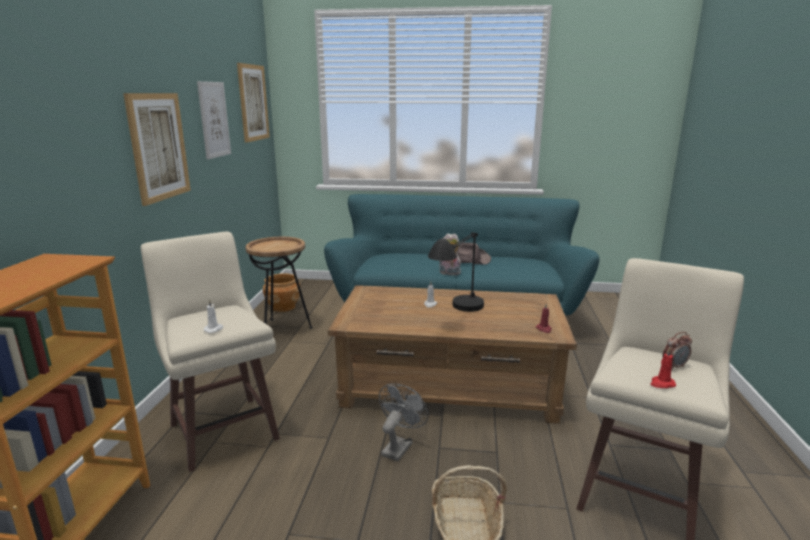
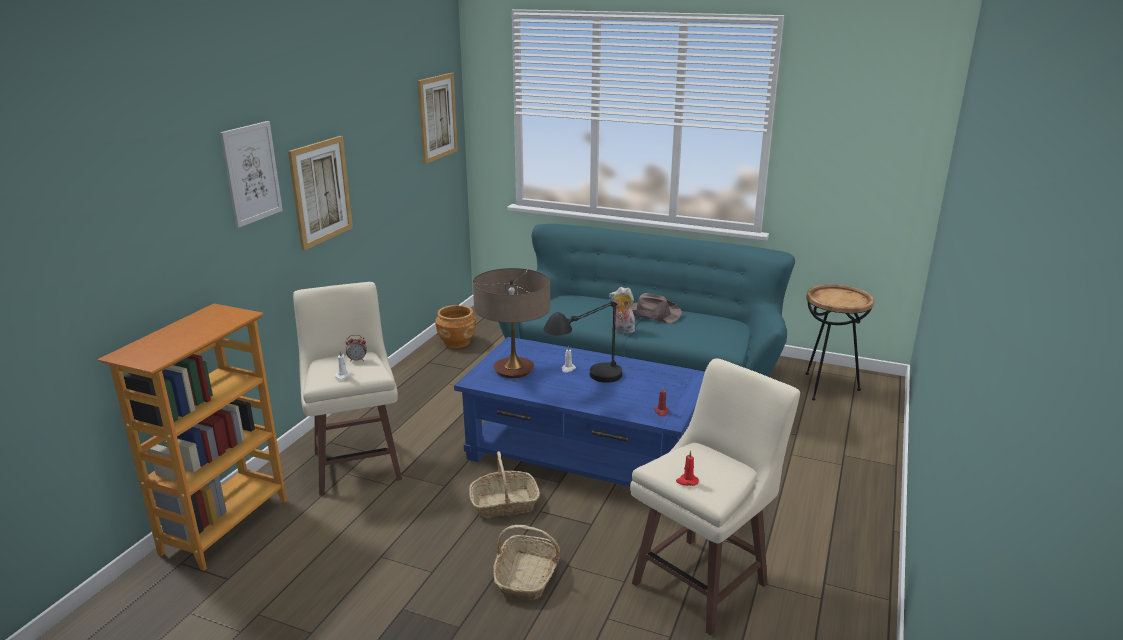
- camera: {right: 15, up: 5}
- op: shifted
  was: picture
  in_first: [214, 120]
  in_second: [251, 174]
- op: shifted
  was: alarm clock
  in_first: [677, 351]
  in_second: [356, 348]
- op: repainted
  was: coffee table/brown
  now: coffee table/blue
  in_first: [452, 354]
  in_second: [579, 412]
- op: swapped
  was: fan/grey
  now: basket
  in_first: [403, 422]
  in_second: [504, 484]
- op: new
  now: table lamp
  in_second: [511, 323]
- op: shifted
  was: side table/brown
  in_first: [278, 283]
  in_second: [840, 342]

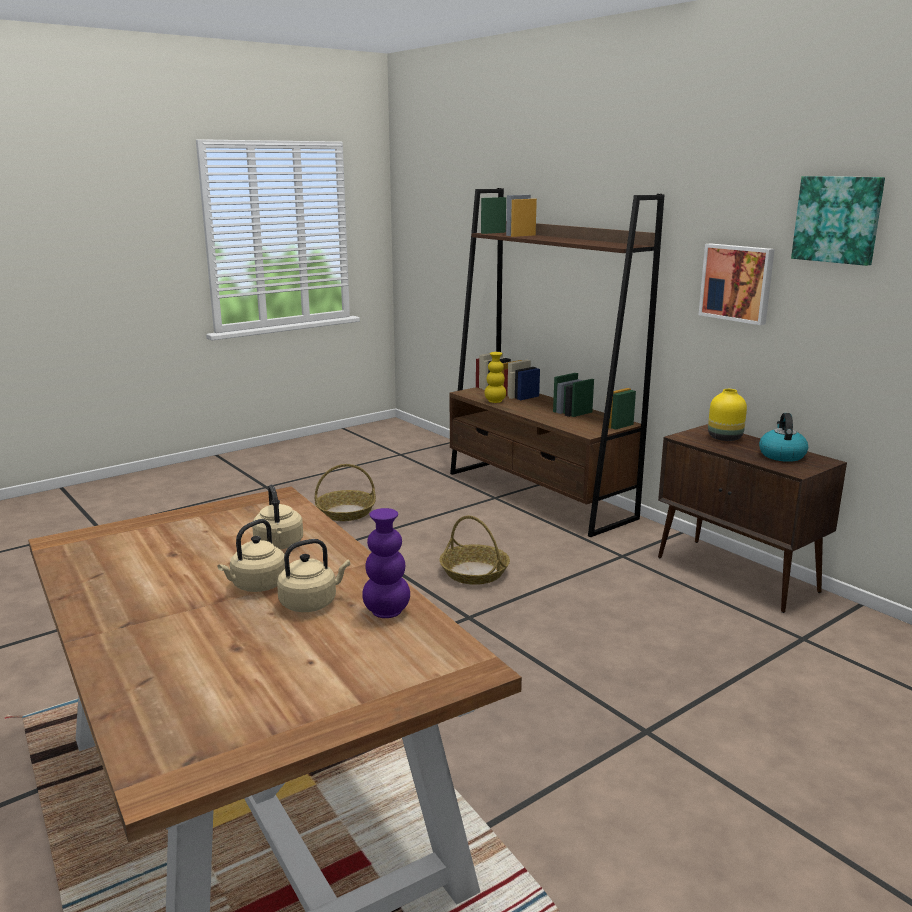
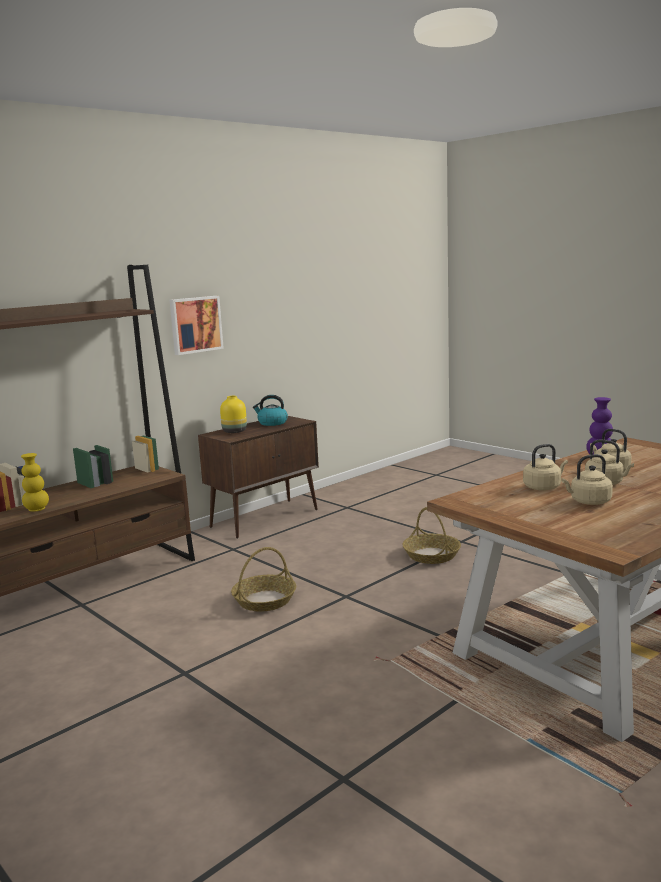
- camera: {right: -95, up: -5}
- op: shifted
  was: basket
  in_first: [345, 492]
  in_second: [431, 535]
- op: new
  now: kettle/beige
  in_second: [587, 479]
- op: gone
  was: picture
  in_first: [838, 221]

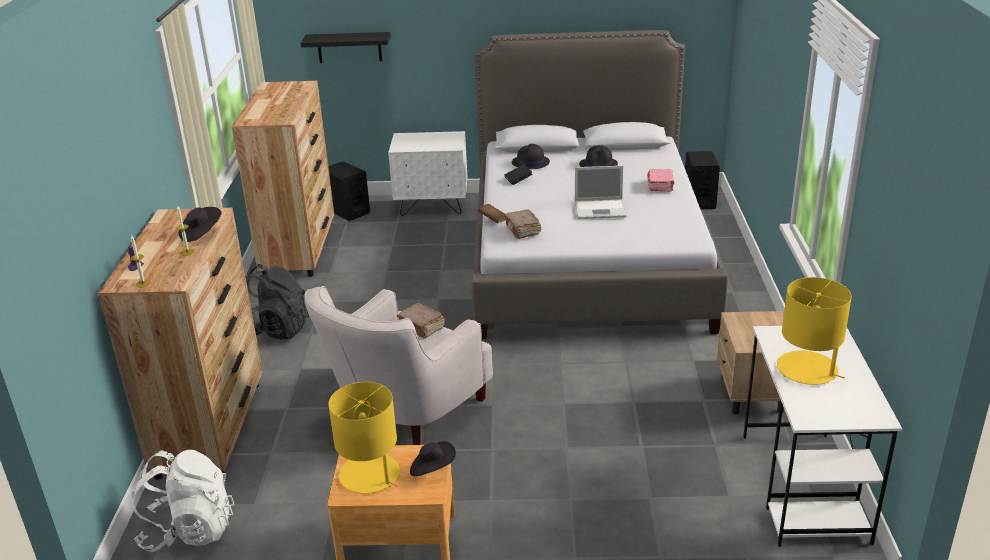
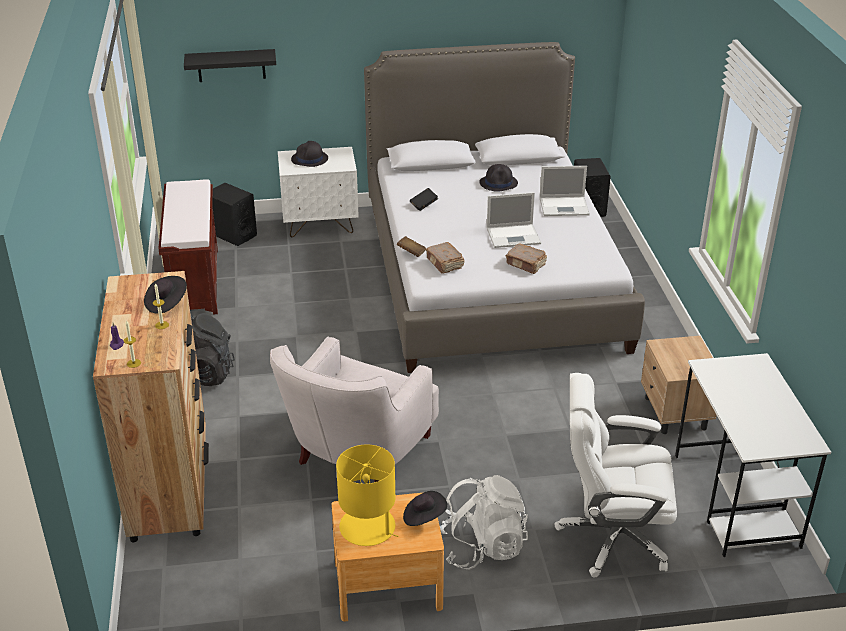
- camera: {right: -10, up: 5}
- op: swapped
  was: dresser/brown
  now: bench/brown
  in_first: [283, 178]
  in_second: [188, 246]
- op: shifted
  was: hat/black
  in_first: [531, 156]
  in_second: [309, 154]
- op: shifted
  was: backpack/white
  in_first: [183, 501]
  in_second: [484, 522]
- op: shifted
  was: book/brown
  in_first: [421, 320]
  in_second: [526, 258]
- op: swapped
  was: book/pink
  now: laptop
  in_first: [661, 180]
  in_second: [565, 191]
- op: new
  now: office chair/white
  in_second: [616, 475]
- op: gone
  was: table lamp/yellow
  in_first: [814, 331]

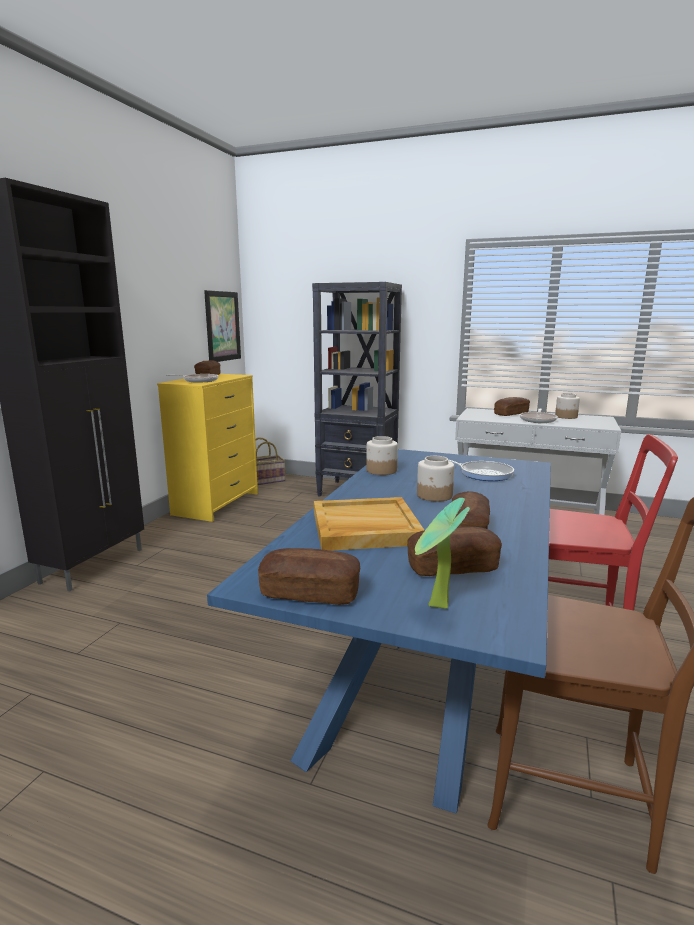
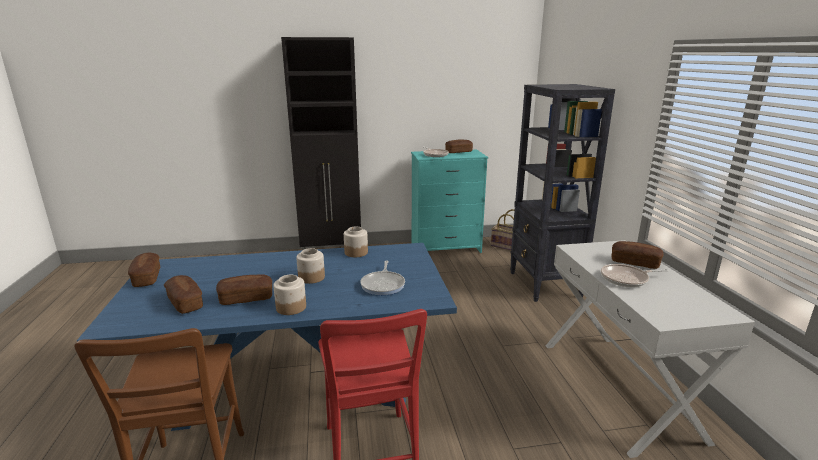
- camera: {right: 60, up: 5}
- op: shifted
  was: jar
  in_first: [567, 406]
  in_second: [289, 295]
- op: repainted
  was: dresser/yellow
  now: dresser/turquoise
  in_first: [207, 448]
  in_second: [449, 201]
- op: gone
  was: picture
  in_first: [222, 326]
- op: gone
  was: tray/beige
  in_first: [369, 524]
- op: gone
  was: potted plant
  in_first: [442, 553]

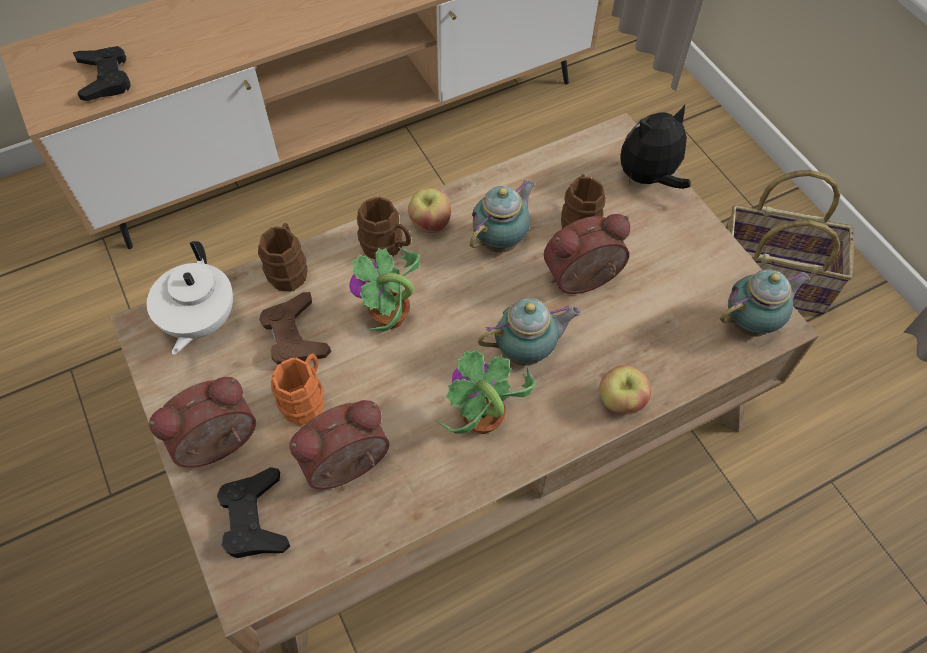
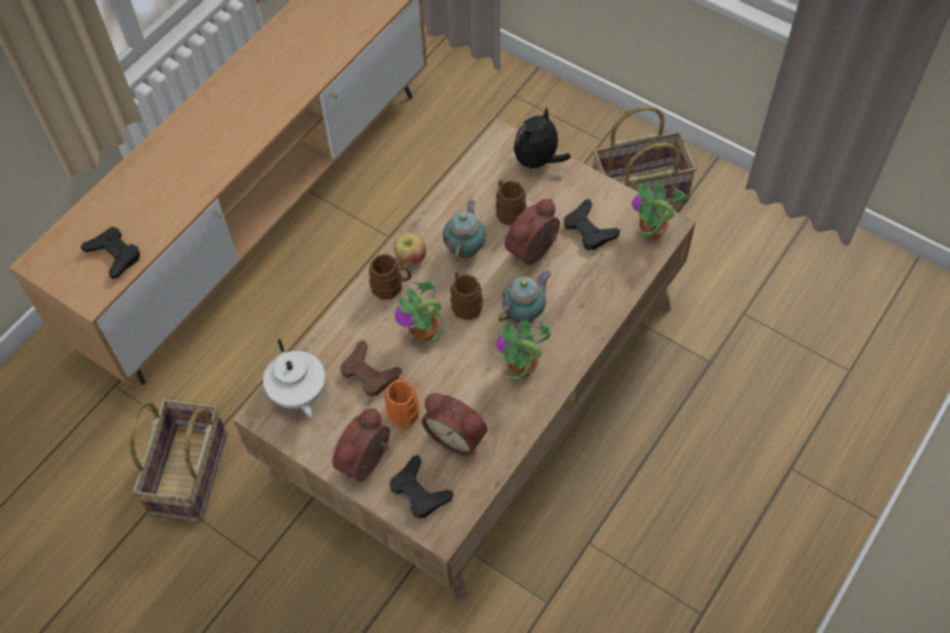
- camera: {right: -25, up: 0}
- op: new
  now: basket
  in_second: [178, 460]
- op: rotated
  was: alarm clock
  in_first: [340, 445]
  in_second: [454, 424]
  clockwise: -90
- op: shifted
  was: mug/brown
  in_first: [283, 257]
  in_second: [466, 296]
- op: new
  now: game controller/black
  in_second: [592, 224]
- op: swapped
  was: teapot
  now: potted plant
  in_first: [765, 303]
  in_second: [658, 211]
- op: gone
  was: apple
  in_first: [625, 389]

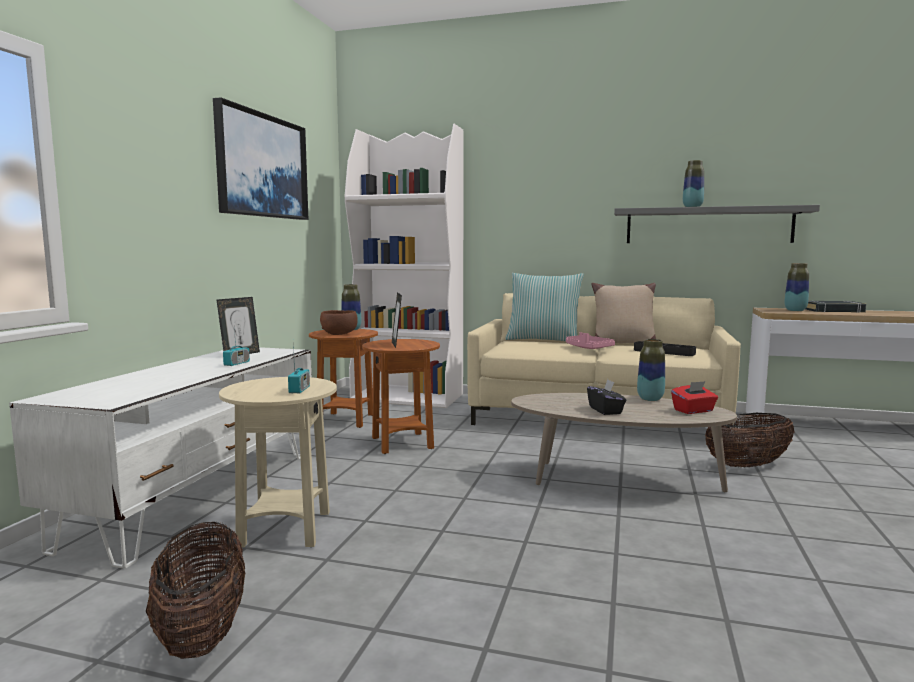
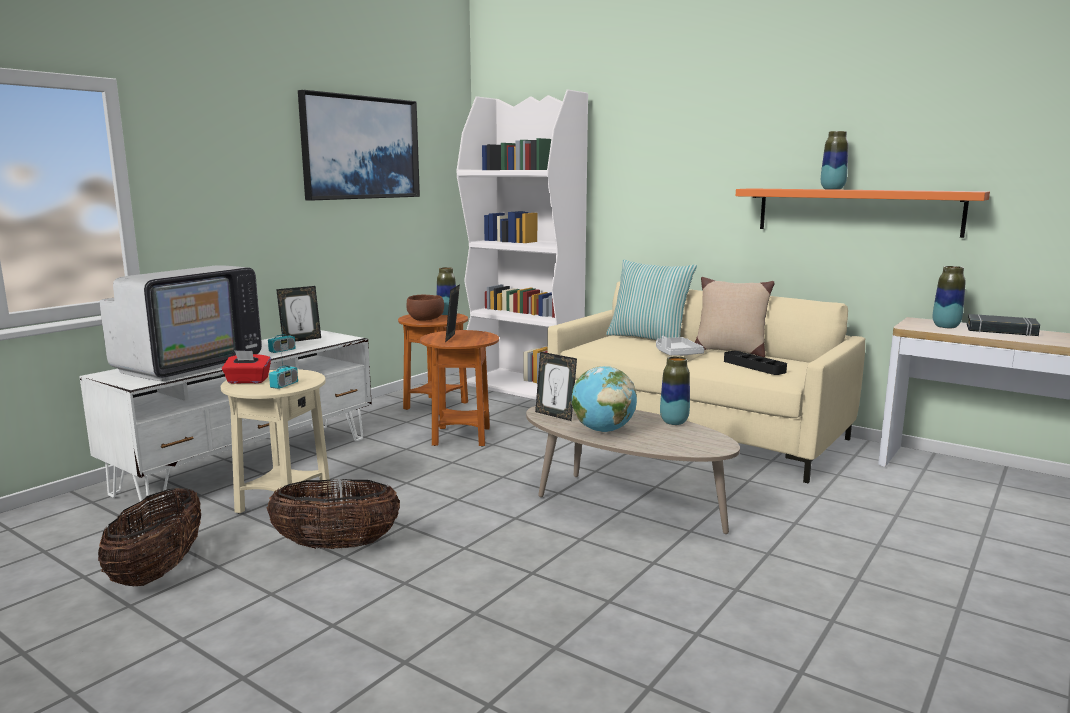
- camera: {right: 20, up: 5}
- op: new
  now: television
  in_second: [181, 323]
- op: shifted
  was: tissue box/red
  in_first: [694, 397]
  in_second: [246, 367]
- op: shifted
  was: basket
  in_first: [749, 440]
  in_second: [333, 514]
- op: new
  now: picture frame
  in_second: [556, 386]
- op: swapped
  was: tissue box/black
  now: globe
  in_first: [606, 397]
  in_second: [604, 399]
- op: repainted
  was: tray/pink
  now: tray/grey
  in_first: [590, 340]
  in_second: [680, 346]
- op: repainted
  was: shelf/grey
  now: shelf/orange
  in_first: [717, 224]
  in_second: [863, 213]

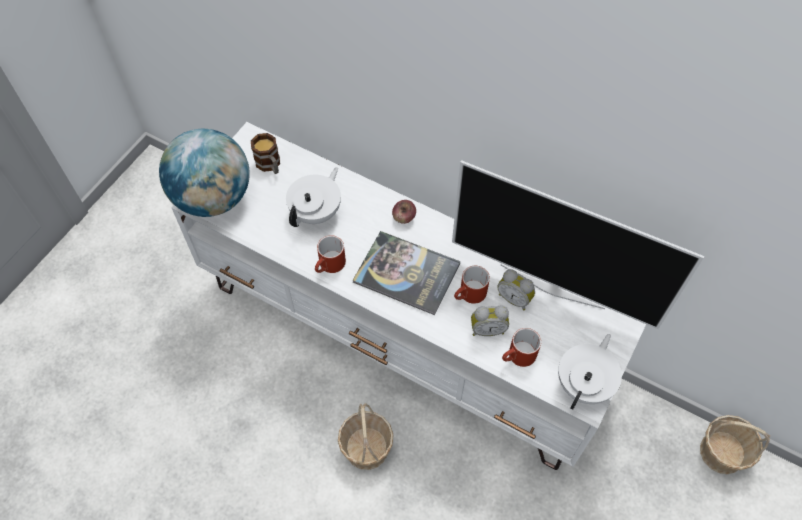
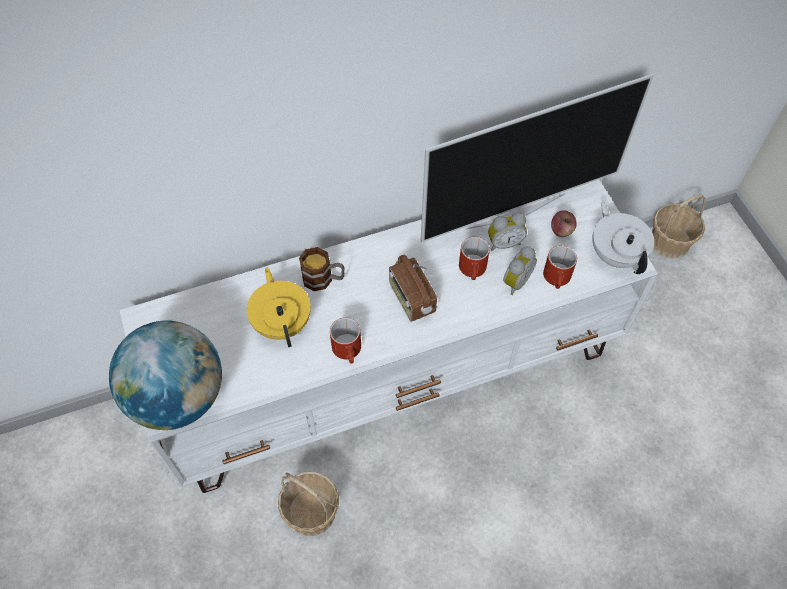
- camera: {right: -50, up: 0}
- op: repainted
  was: teapot/white
  now: teapot/yellow
  in_first: [313, 197]
  in_second: [279, 307]
- op: shifted
  was: basket
  in_first: [366, 436]
  in_second: [308, 504]
- op: shifted
  was: mug
  in_first: [265, 153]
  in_second: [322, 269]
- op: swapped
  was: book
  now: radio
  in_first: [406, 273]
  in_second: [413, 288]
- op: shifted
  was: apple
  in_first: [404, 212]
  in_second: [564, 223]

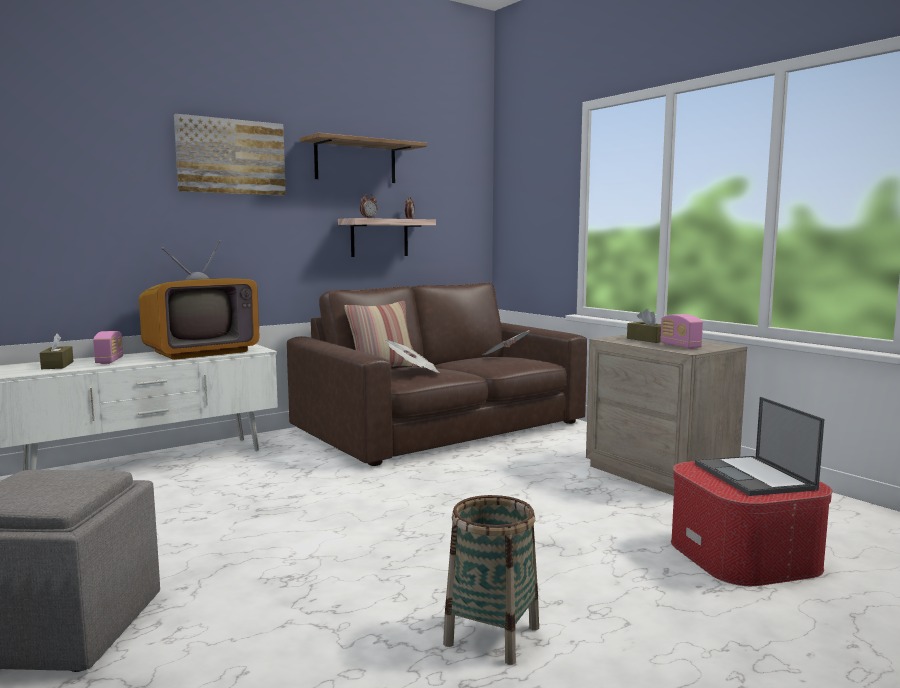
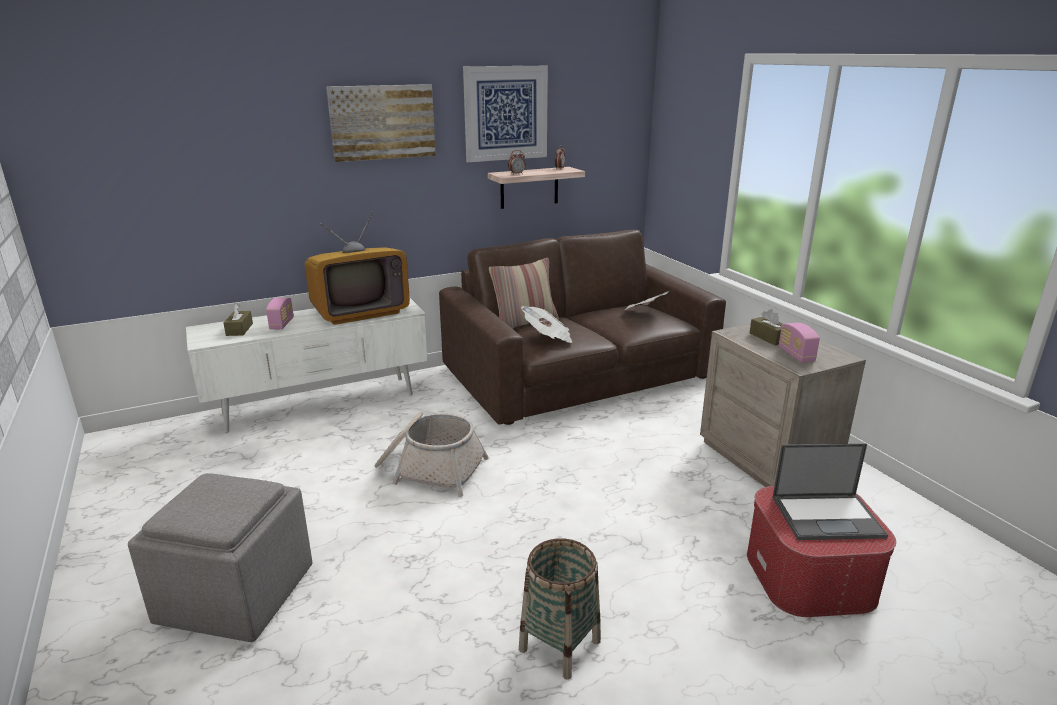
- camera: {right: 10, up: 15}
- op: new
  now: basket
  in_second: [431, 454]
- op: swapped
  was: shelf
  now: picture
  in_first: [363, 158]
  in_second: [505, 114]
- op: rotated
  was: laptop
  in_first: [759, 446]
  in_second: [830, 491]
  clockwise: -90

